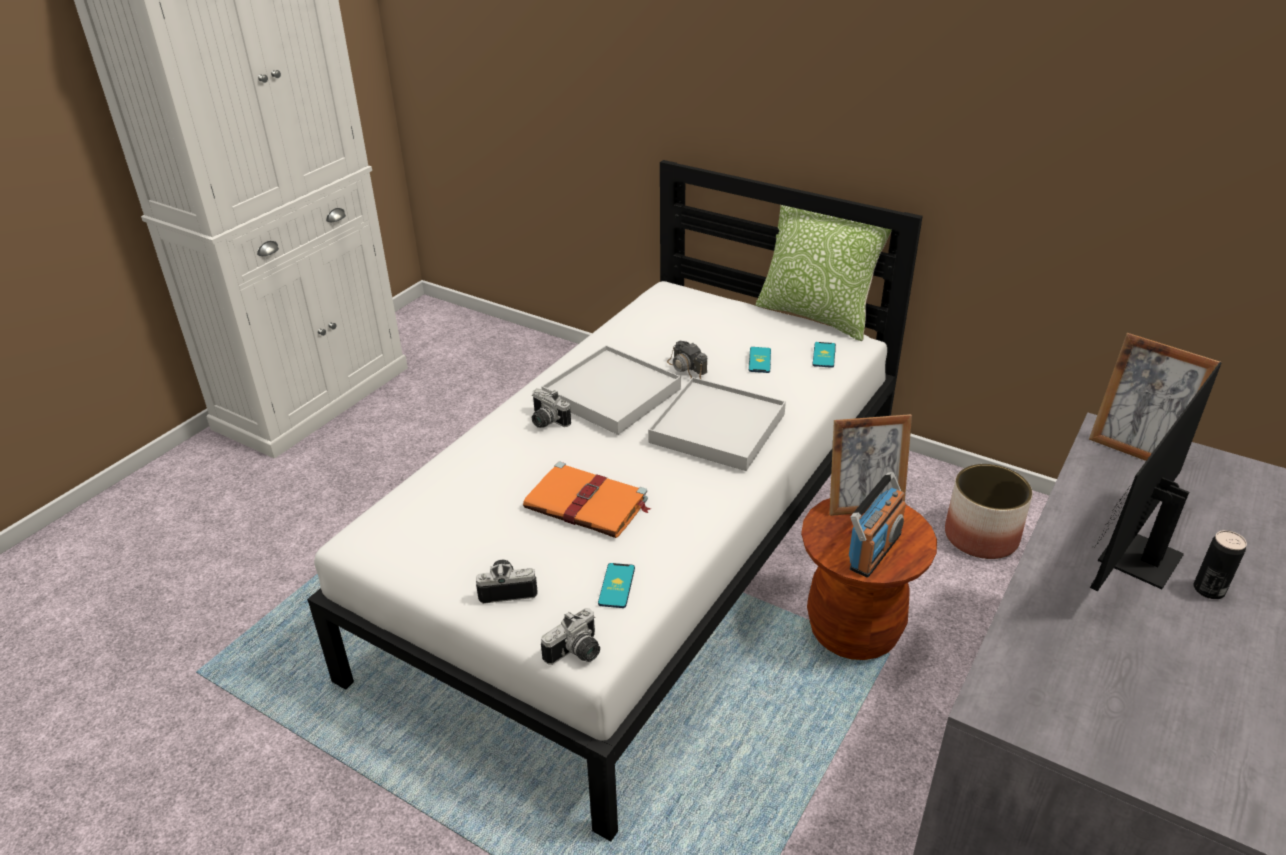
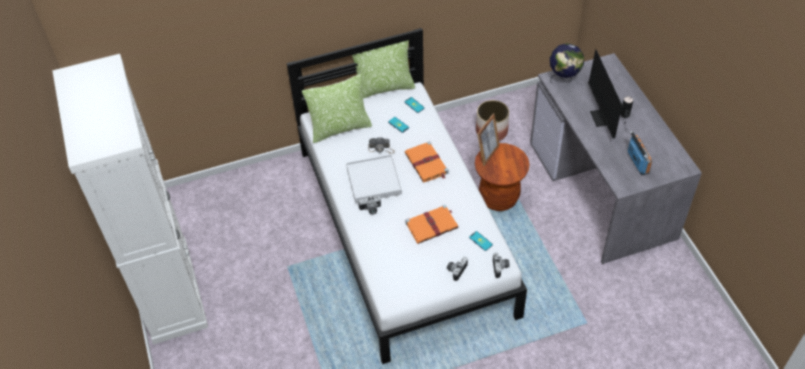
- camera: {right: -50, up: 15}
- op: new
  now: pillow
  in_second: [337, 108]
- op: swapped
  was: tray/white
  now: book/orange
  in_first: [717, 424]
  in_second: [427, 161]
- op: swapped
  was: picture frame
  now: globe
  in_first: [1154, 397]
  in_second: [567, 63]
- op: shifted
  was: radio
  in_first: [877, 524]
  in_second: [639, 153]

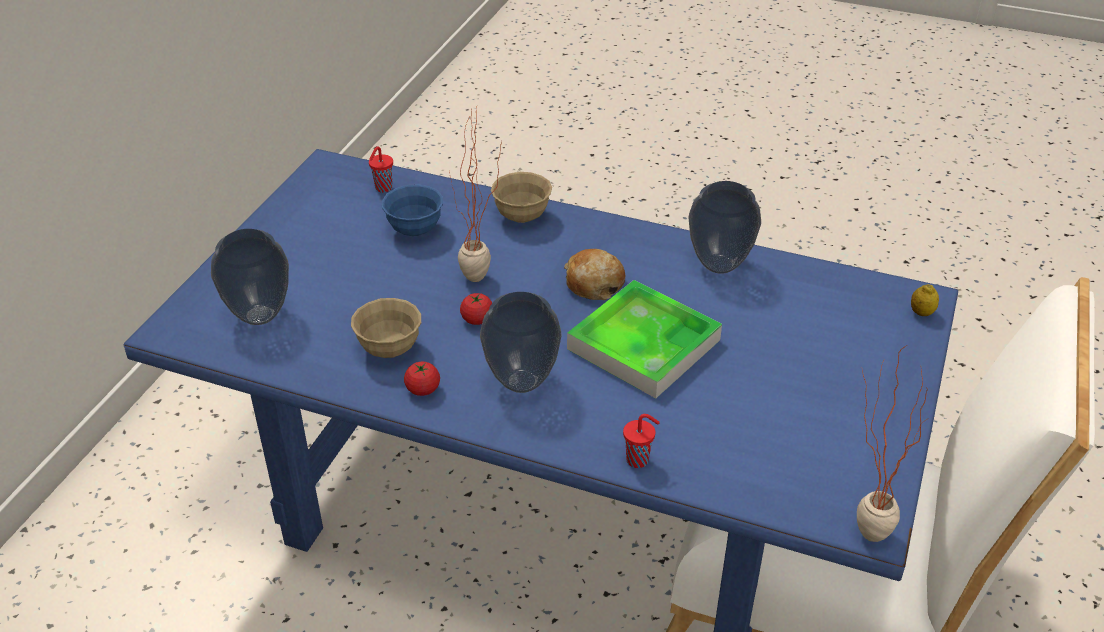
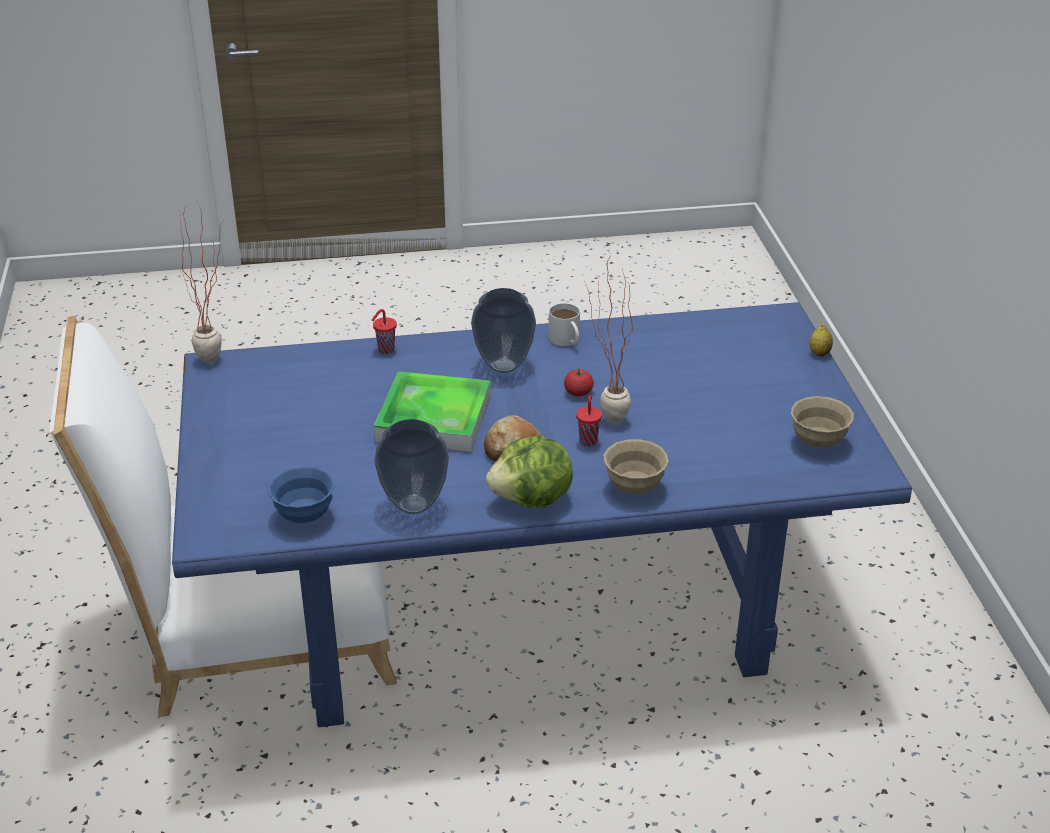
- camera: {right: 150, up: -5}
- op: shifted
  was: bowl/blue
  in_first: [412, 210]
  in_second: [301, 494]
- op: new
  now: lettuce
  in_second: [529, 472]
- op: swapped
  was: tomato
  now: mug/white
  in_first: [422, 379]
  in_second: [564, 324]
- op: shifted
  was: cup/red
  in_first: [381, 169]
  in_second: [589, 420]
- op: shifted
  was: bowl/beige
  in_first: [386, 328]
  in_second: [822, 422]
- op: shifted
  was: lemon
  in_first: [925, 300]
  in_second: [821, 340]
- op: gone
  was: vase
  in_first: [250, 277]

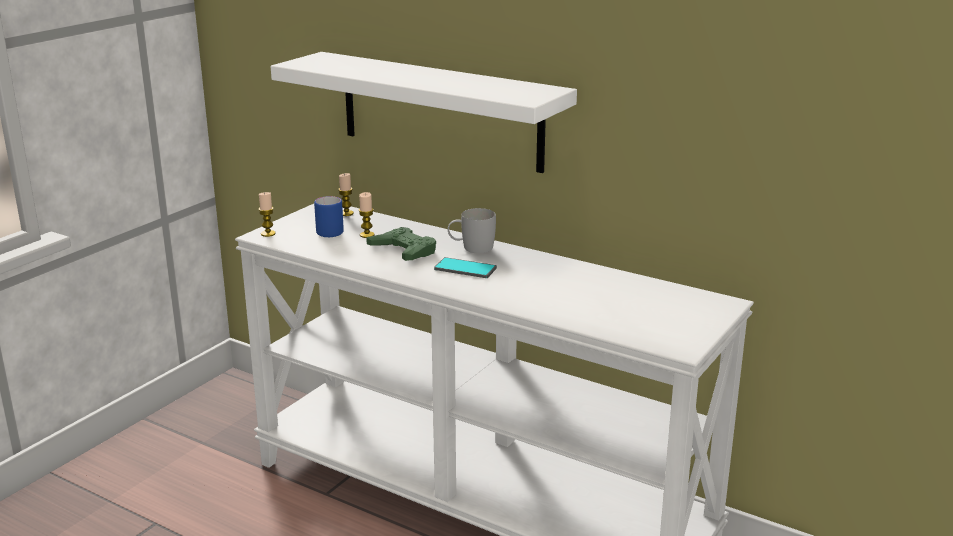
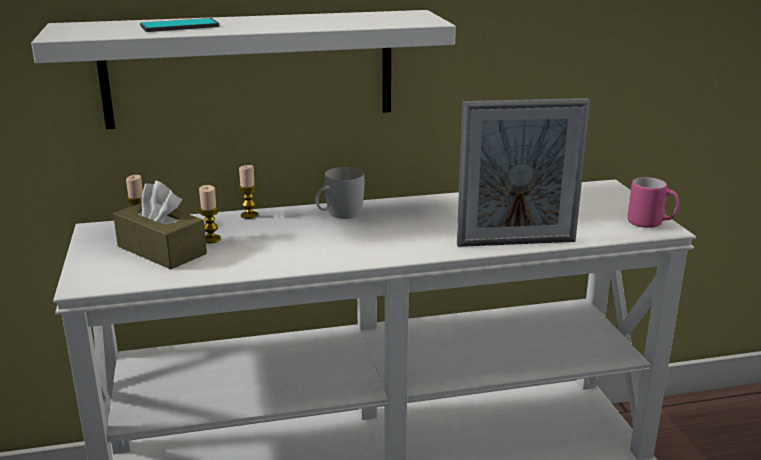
- camera: {right: -45, up: 0}
- op: swapped
  was: mug/blue
  now: tissue box/brown
  in_first: [329, 216]
  in_second: [160, 225]
- op: shifted
  was: phone
  in_first: [465, 267]
  in_second: [179, 25]
- op: shifted
  was: candle
  in_first: [267, 214]
  in_second: [248, 192]
- op: new
  now: picture frame
  in_second: [523, 172]
- op: new
  now: mug/pink
  in_second: [653, 202]
- op: gone
  was: game controller/green
  in_first: [401, 244]

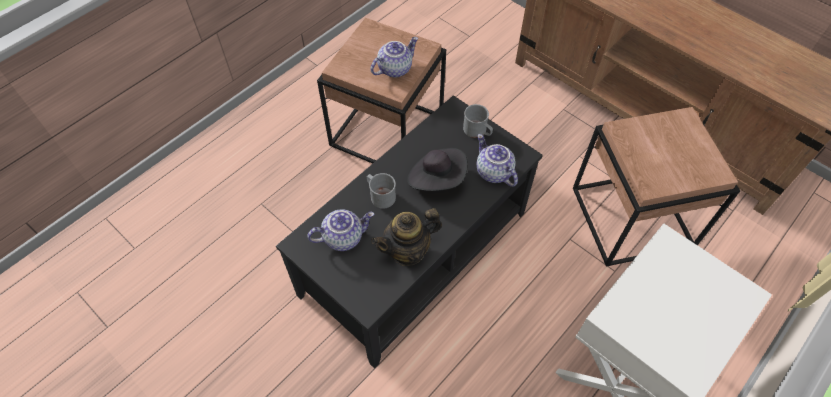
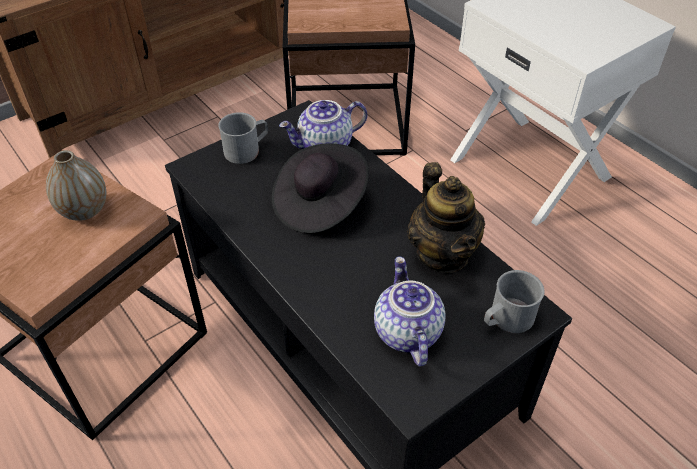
- camera: {right: -80, up: -10}
- op: swapped
  was: teapot
  now: vase
  in_first: [394, 57]
  in_second: [76, 185]
- op: shifted
  was: mug/grey
  in_first: [381, 191]
  in_second: [514, 301]

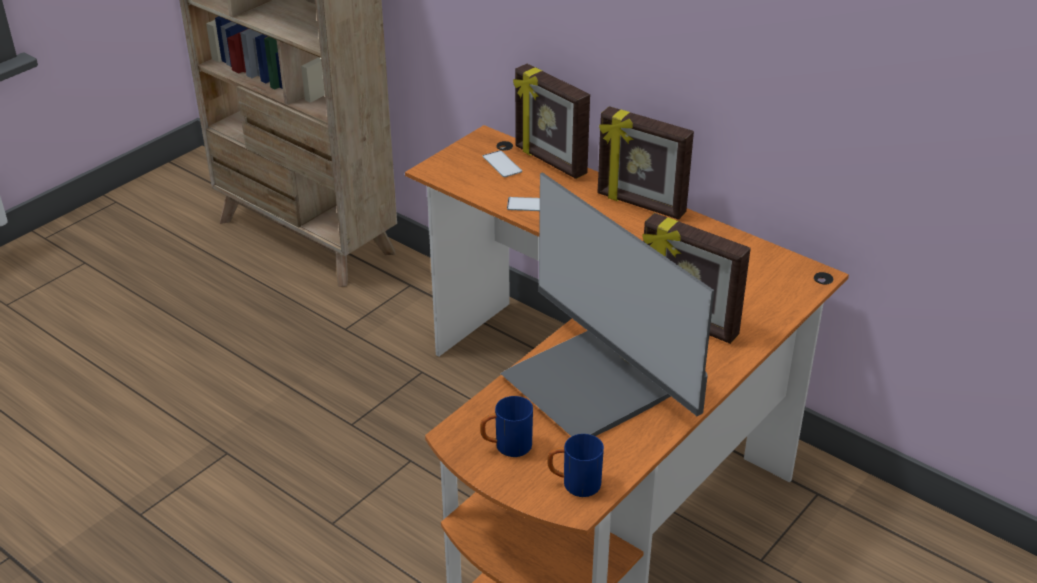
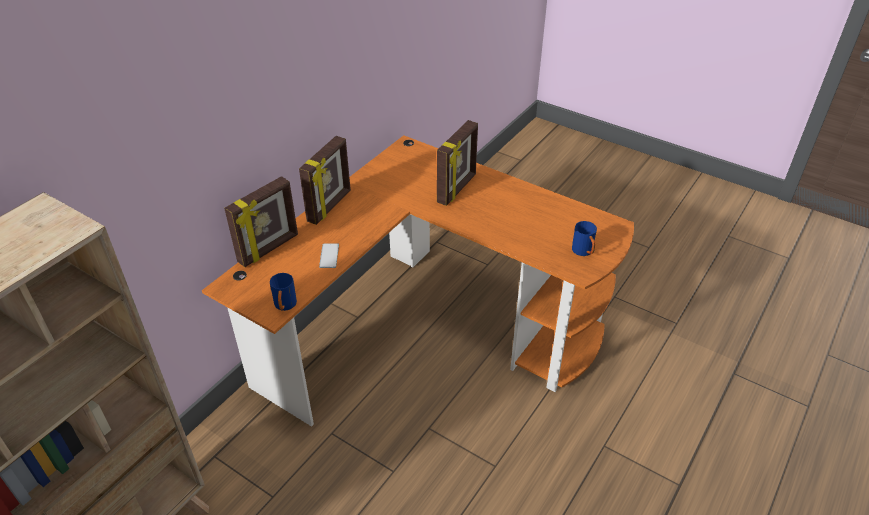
- camera: {right: -95, up: 5}
- op: shifted
  was: mug/blue
  in_first: [575, 465]
  in_second: [283, 292]
- op: gone
  was: phone
  in_first: [502, 164]
- op: gone
  was: monitor
  in_first: [607, 304]

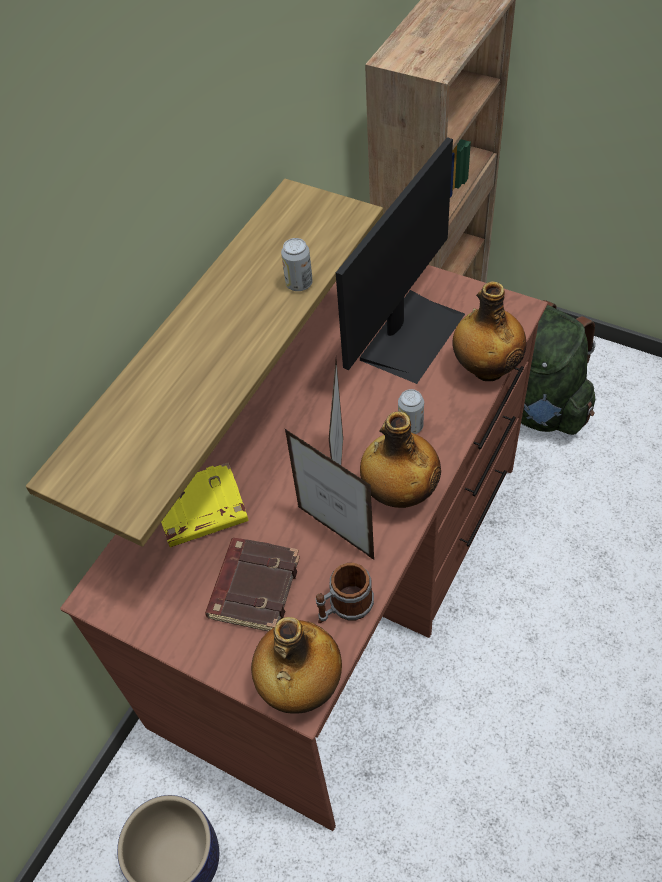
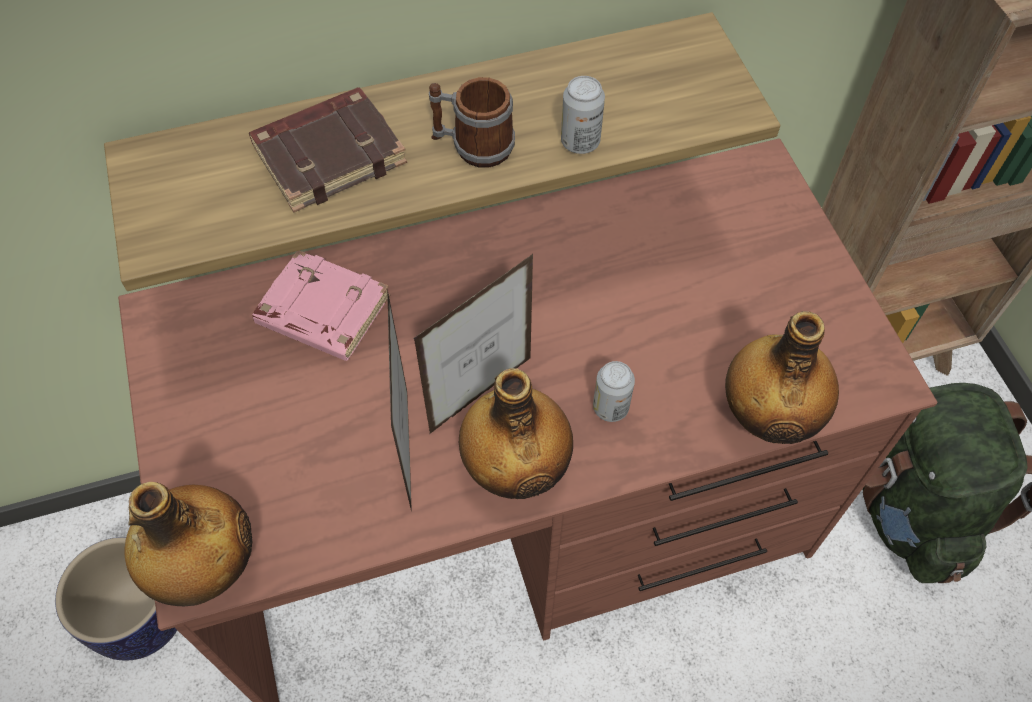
- camera: {right: 40, up: 5}
- op: shifted
  was: book/brown
  in_first: [252, 584]
  in_second: [328, 150]
- op: repainted
  was: book/yellow
  now: book/pink
  in_first: [205, 504]
  in_second: [321, 305]
- op: shifted
  was: mug
  in_first: [344, 593]
  in_second: [472, 122]
- op: gone
  was: monitor
  in_first: [400, 260]

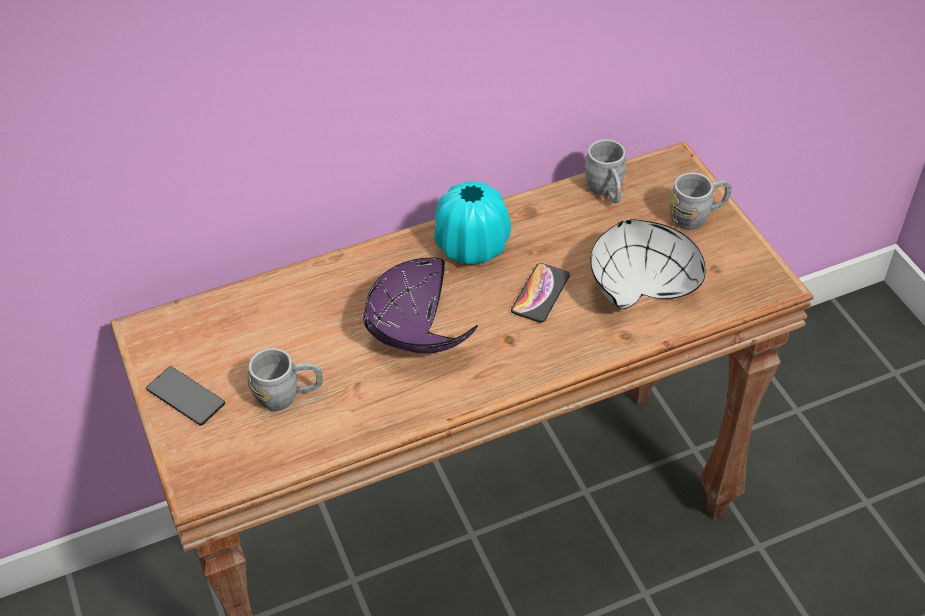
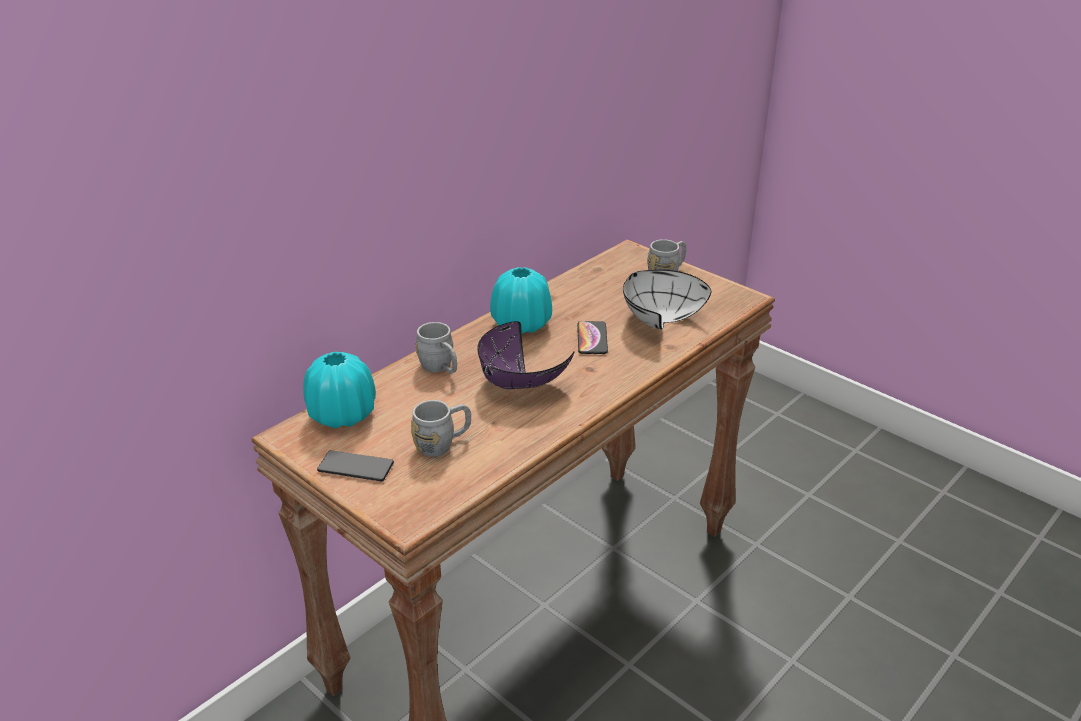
- camera: {right: -25, up: -15}
- op: new
  now: vase/turquoise
  in_second: [339, 390]
- op: shifted
  was: mug/grey
  in_first: [605, 171]
  in_second: [436, 348]

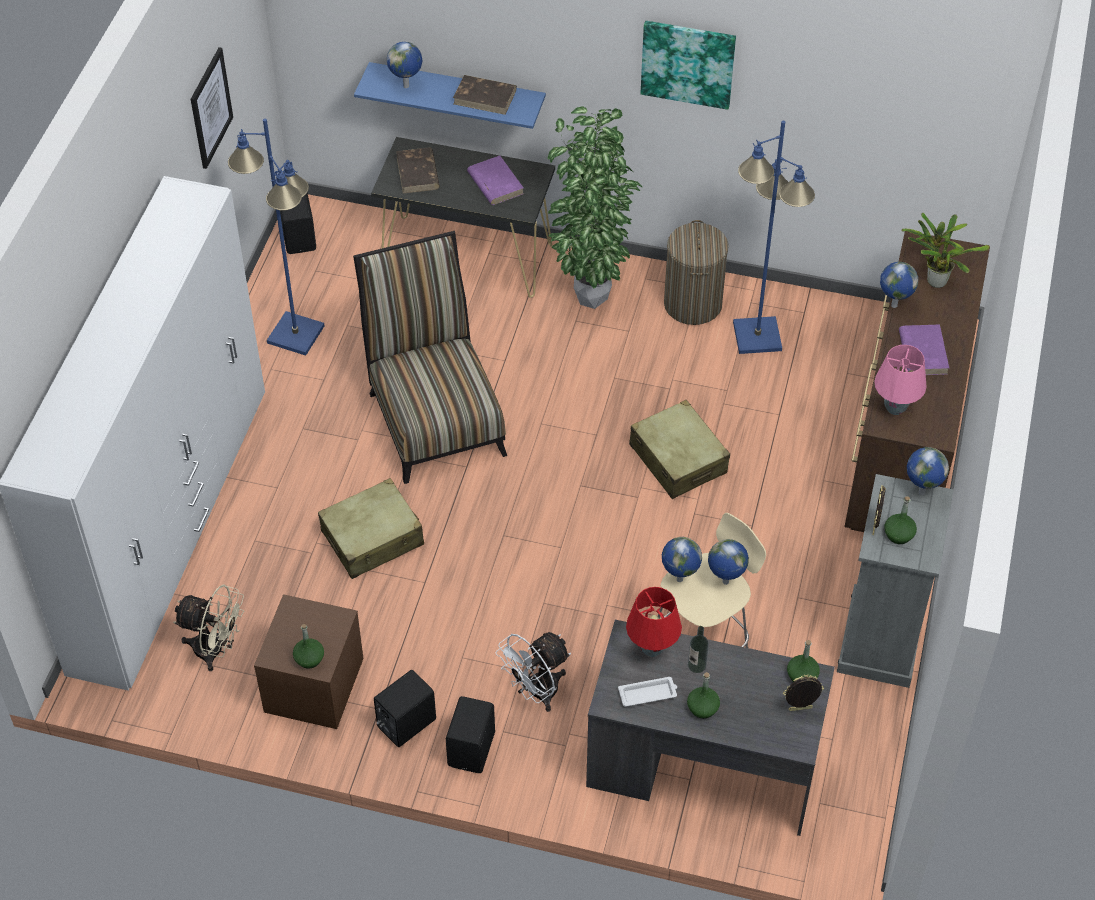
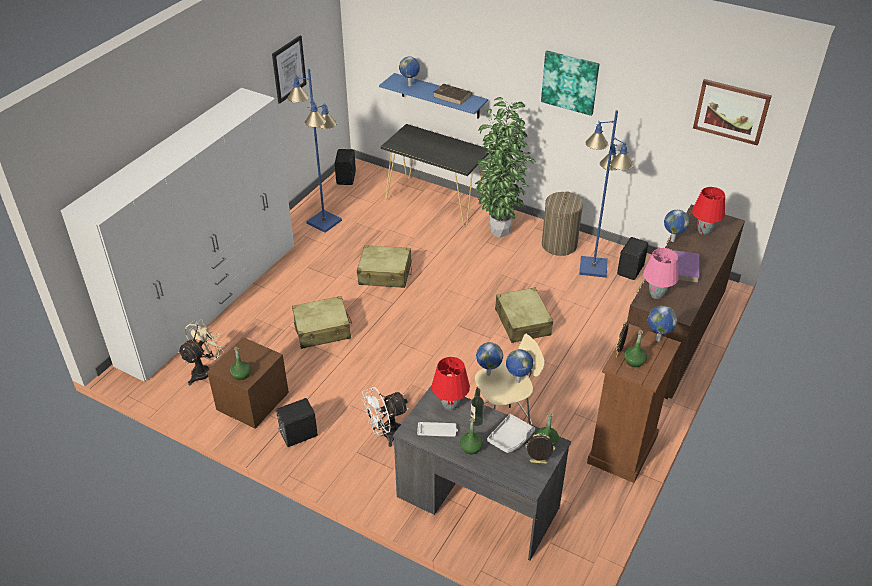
- camera: {right: 15, up: -10}
- op: rotated
  was: fan/beige
  in_first: [208, 627]
  in_second: [201, 352]
  clockwise: -90
- op: swapped
  was: chair
  now: suitcase/beige
  in_first: [430, 357]
  in_second: [384, 266]
- op: new
  now: tray/grey
  in_second: [511, 433]
- op: repainted
  was: dresser/grey
  now: dresser/brown
  in_first: [895, 581]
  in_second: [634, 403]
- op: shifted
  was: speaker/black
  in_first: [470, 734]
  in_second: [632, 258]
- op: swapped
  was: potted plant
  now: table lamp/red
  in_first: [945, 250]
  in_second: [708, 211]
- op: new
  now: picture
  in_second: [732, 112]
- op: gone
  was: book/brown
  in_first: [418, 171]
- op: gone
  was: book/purple
  in_first: [495, 180]

